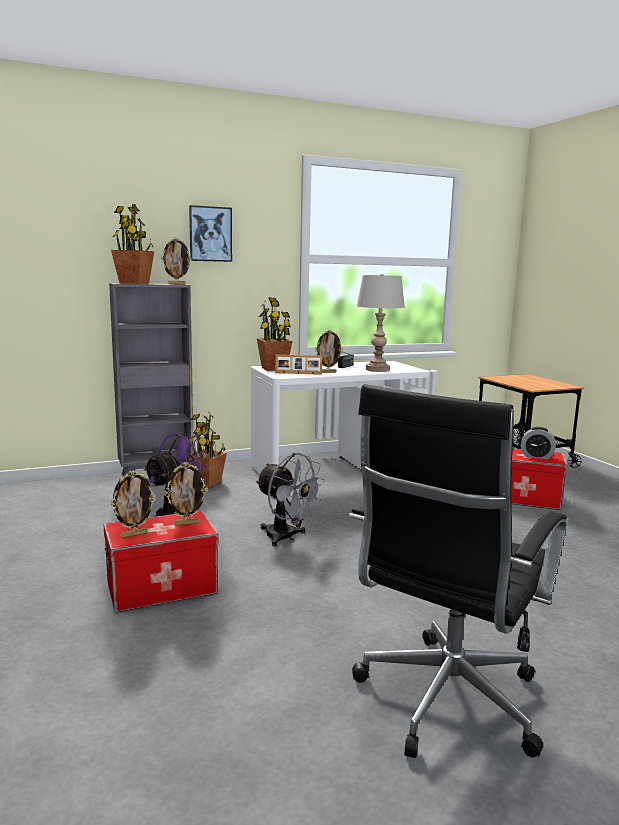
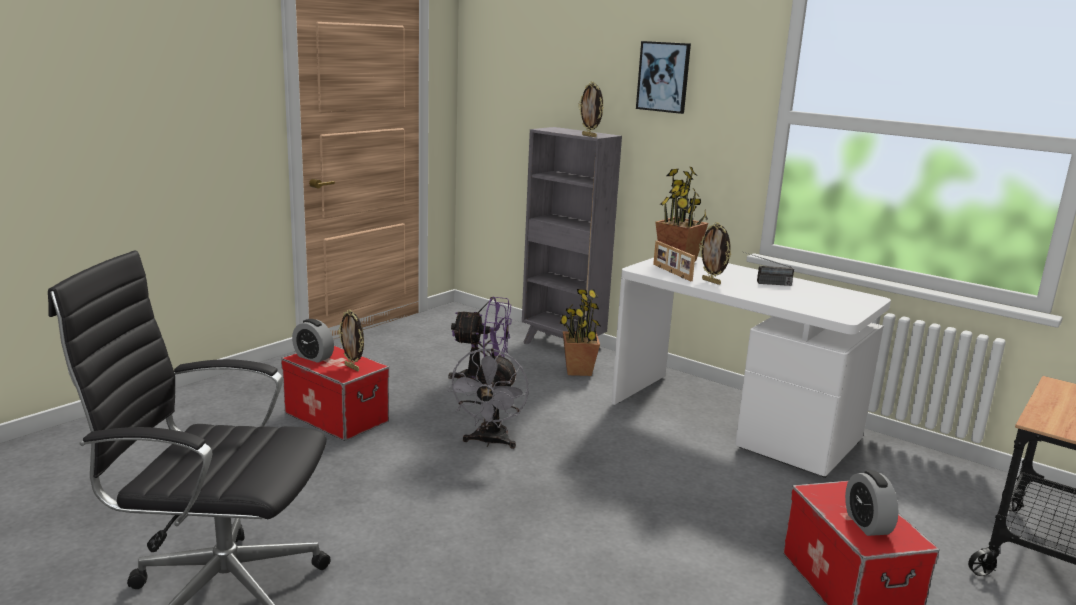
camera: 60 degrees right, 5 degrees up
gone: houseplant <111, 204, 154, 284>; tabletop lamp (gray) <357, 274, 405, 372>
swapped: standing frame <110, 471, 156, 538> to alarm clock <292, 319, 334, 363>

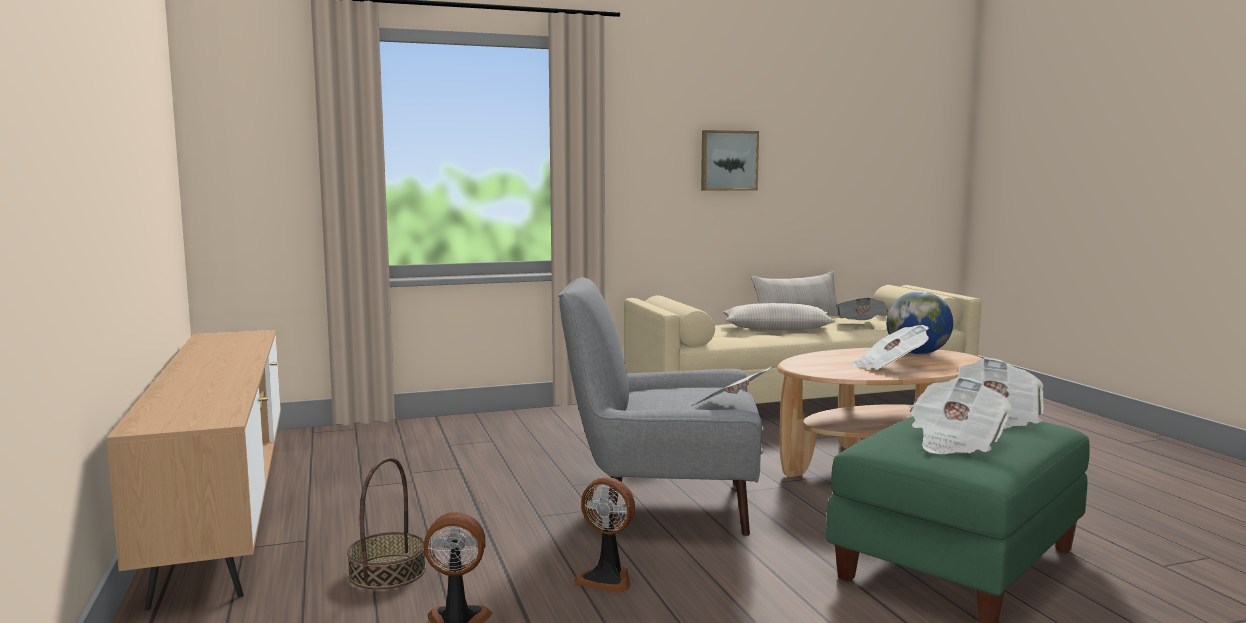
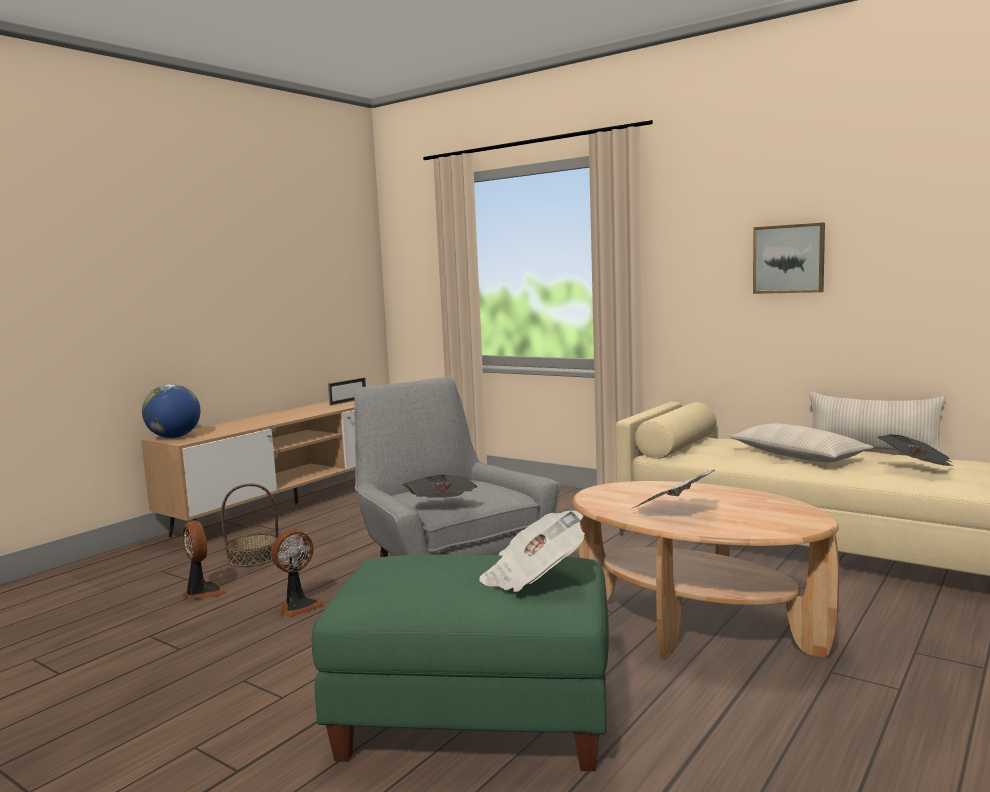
camera: 55 degrees right, 0 degrees up
gone: newspaper <910, 377, 1013, 454>
new: standing frame <328, 377, 366, 406>
shifted: desk globe <886, 291, 953, 354> to <142, 384, 201, 438>
rotated: electric fan <573, 477, 635, 593> = <271, 529, 325, 618> 120 degrees counterclockwise

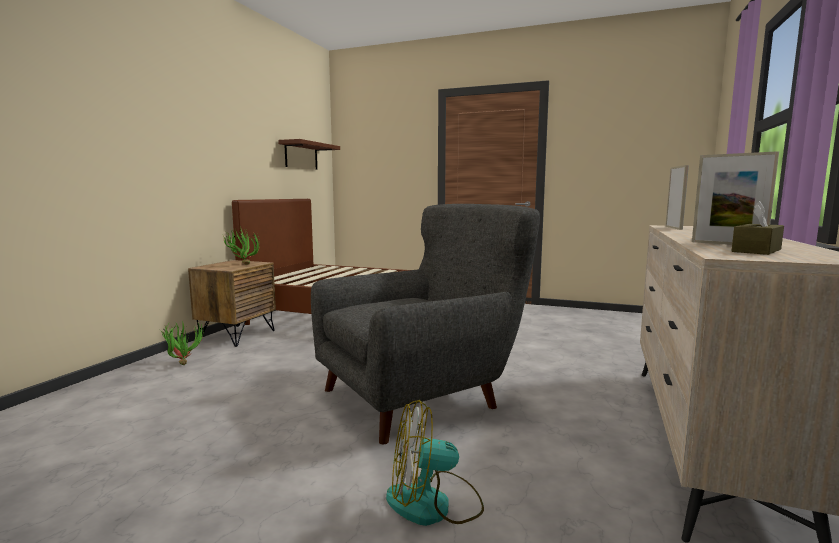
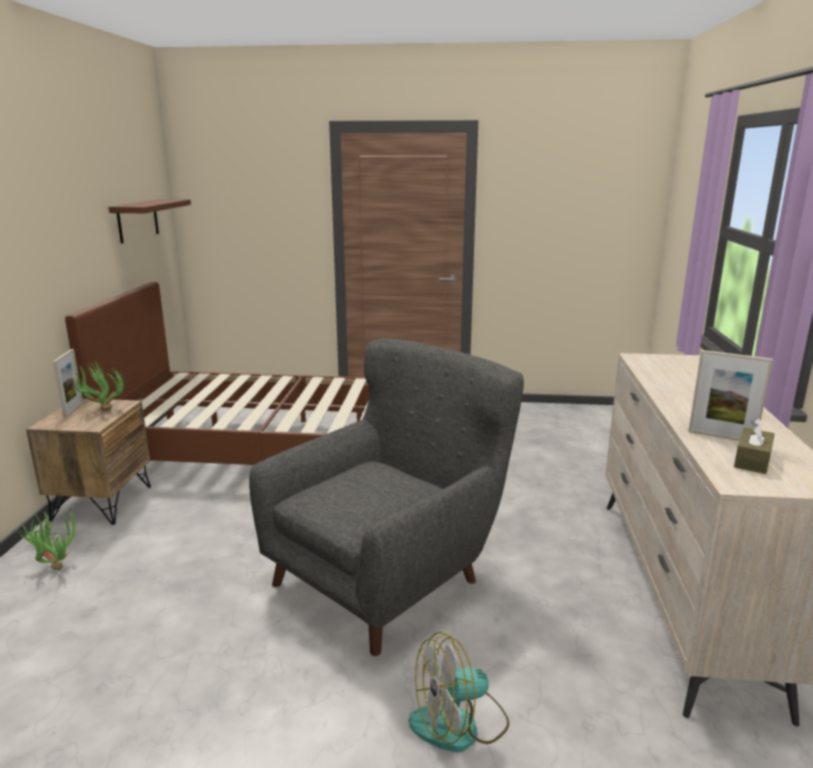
camera: 15 degrees left, 10 degrees up
shifted: standing frame <665, 165, 689, 230> to <53, 349, 83, 418>

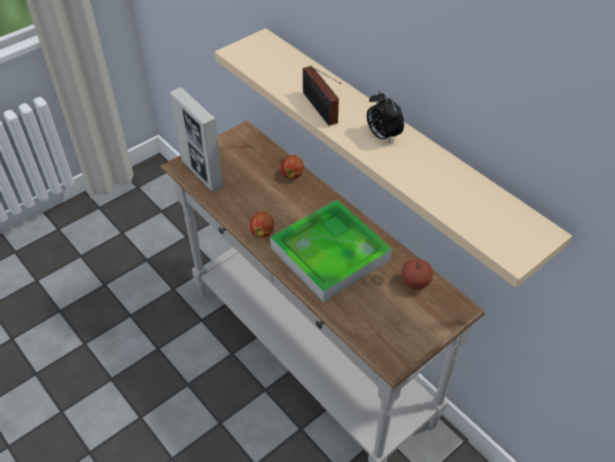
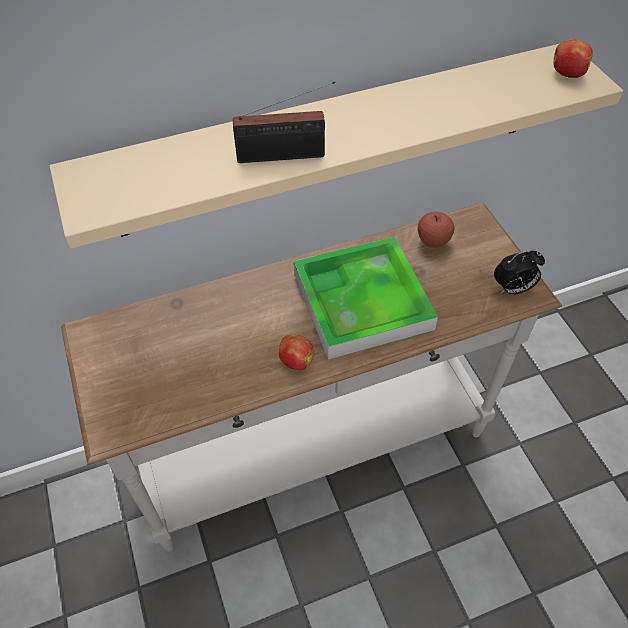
camera: 70 degrees left, 5 degrees up
gone: standing frame <170, 87, 224, 192>
shifted: whole apple <281, 155, 304, 179> to <554, 39, 593, 78>; alarm clock <367, 90, 404, 143> to <494, 250, 545, 295>

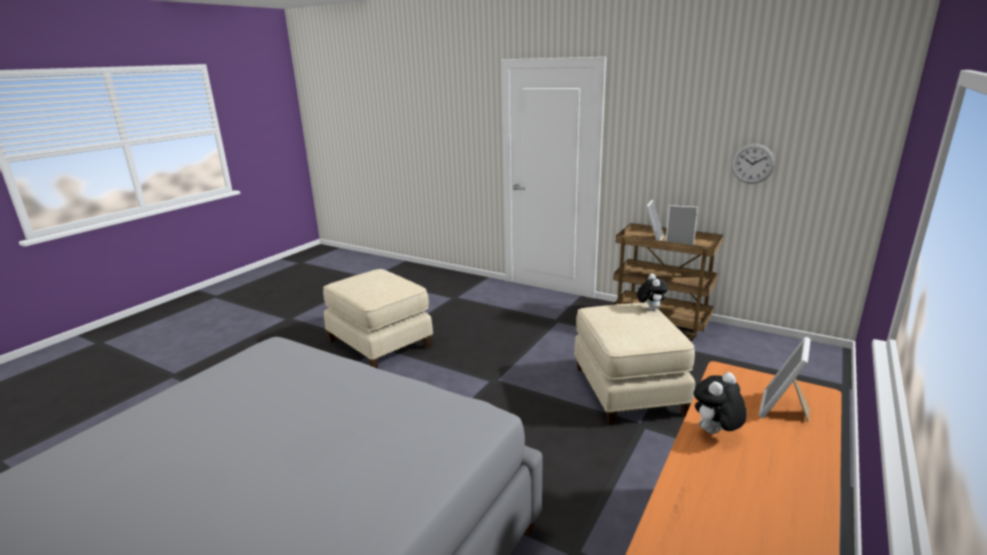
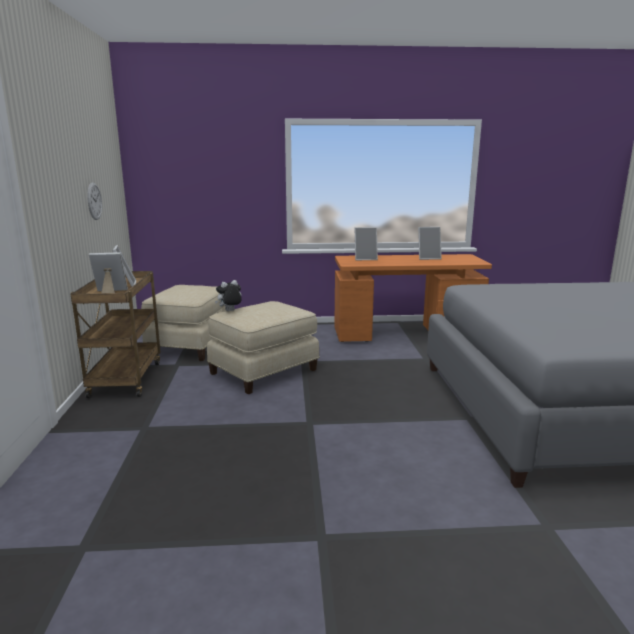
camera: 125 degrees left, 5 degrees down
gone: cuddly toy <694, 372, 747, 434>
new: standing frame <418, 227, 442, 260>
shifted: footrest (beige-coloured) <323, 269, 433, 369> to <141, 285, 226, 361>

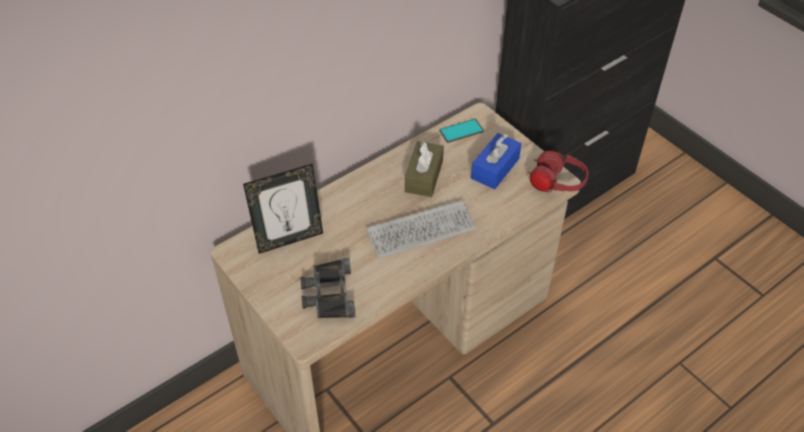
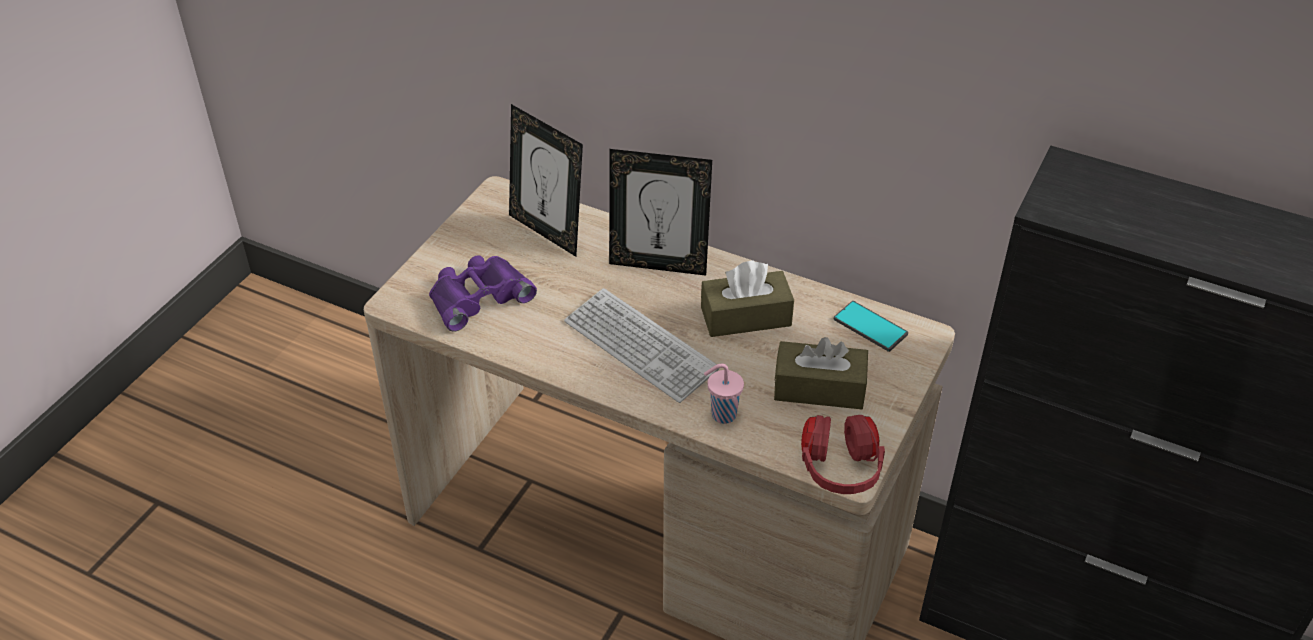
camera: 65 degrees right, 5 degrees down
new: standing frame <609, 149, 712, 276>; small cup (pink-coloured) <704, 364, 744, 424>
repainted: pair of binoculars (blackish) <300, 258, 355, 318> to pair of binoculars (purplish) <429, 255, 537, 332>; box of tissues (bluish) <471, 133, 521, 189> to box of tissues (brown-coloured) <774, 337, 868, 409>

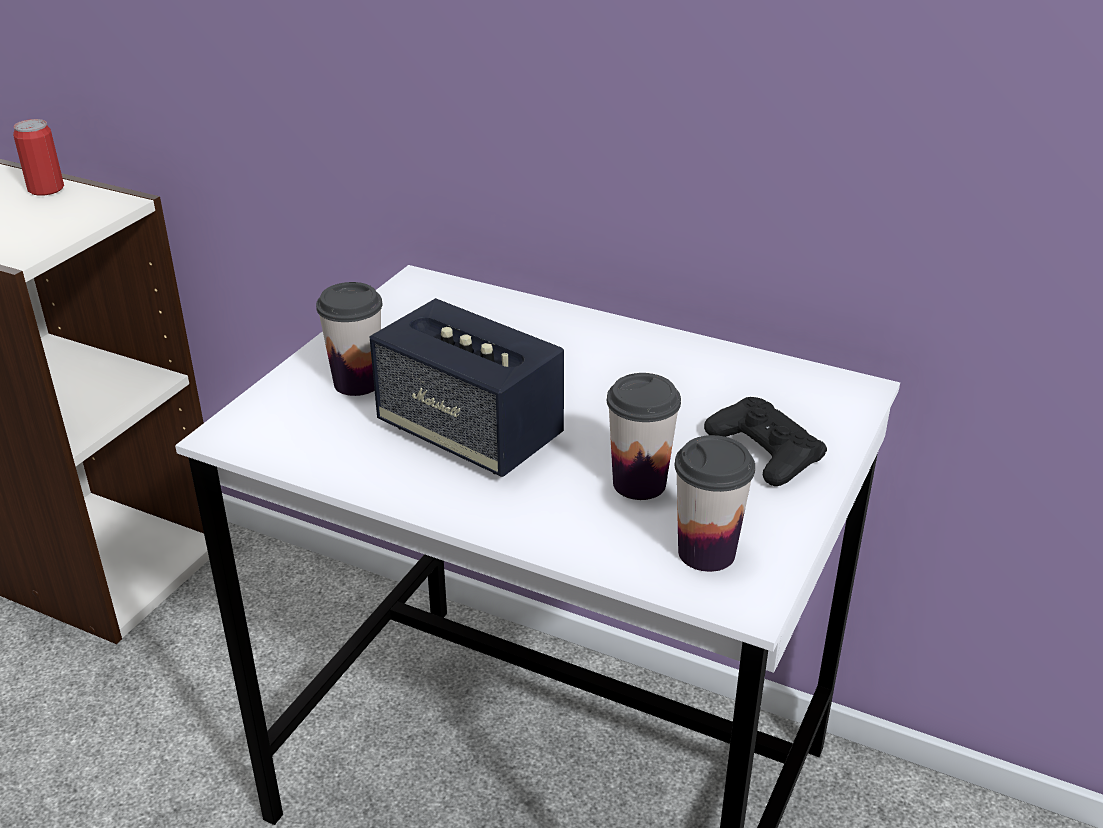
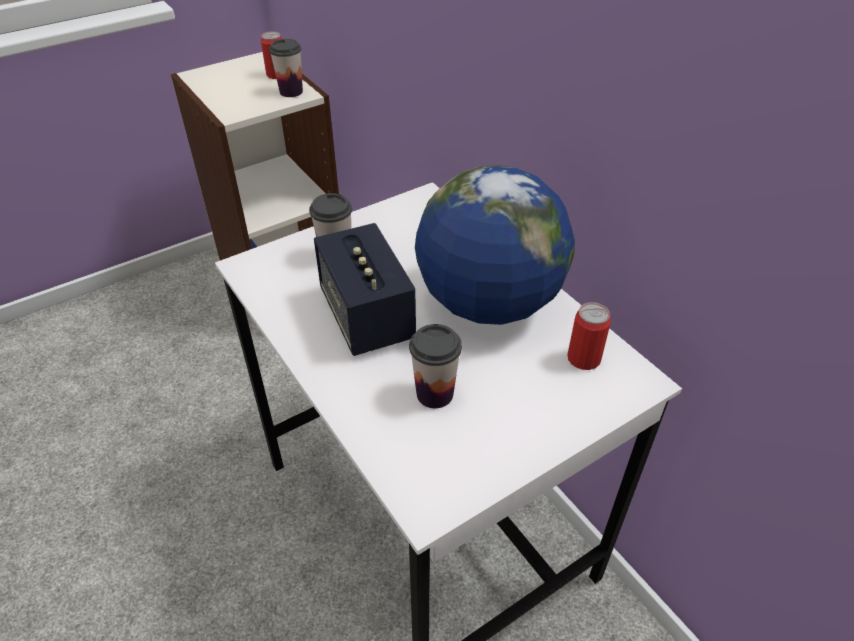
camera: 30 degrees right, 10 degrees up
gone: game controller (blackish) <704, 397, 827, 486>
new: desk globe <415, 165, 575, 325>; metal can <567, 302, 611, 370>
shifted: small cup <674, 435, 755, 572> to <269, 39, 303, 97>

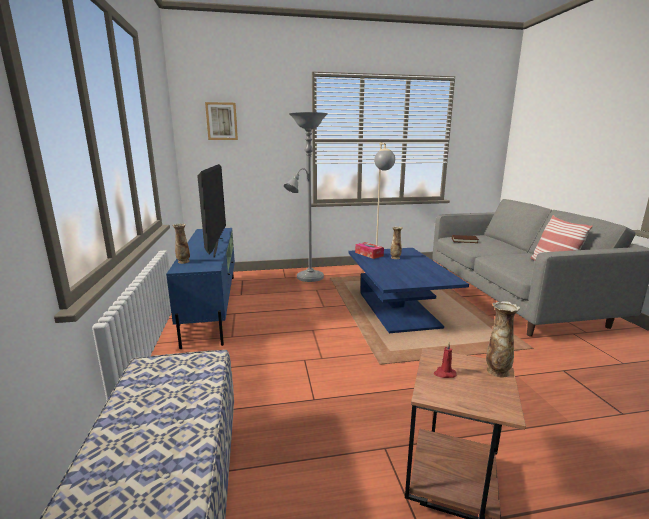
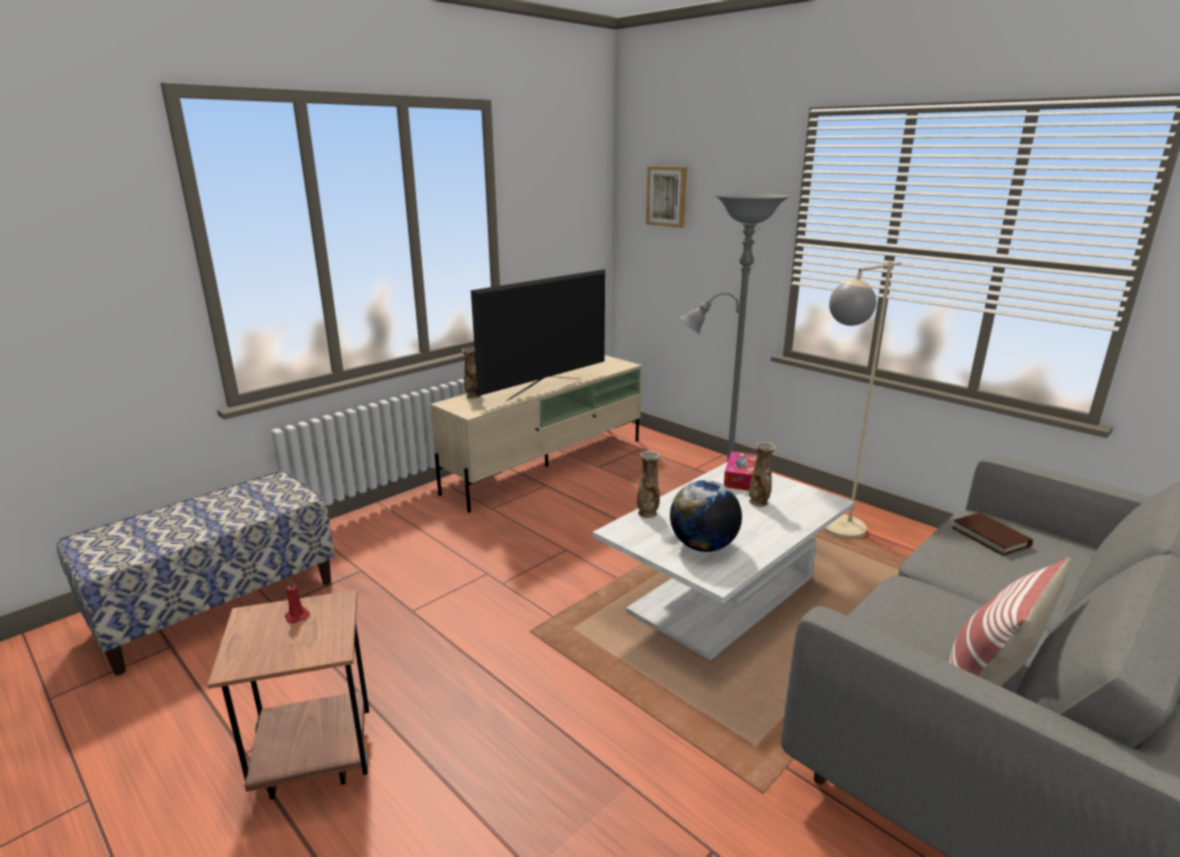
camera: 55 degrees right, 5 degrees up
new: desk globe <670, 480, 742, 552>
shifted: flower vase <486, 301, 520, 377> to <637, 451, 661, 518>
repainted: tv stand (bluish) <166, 228, 235, 349> to tv stand (beige-coloured) <430, 355, 642, 513>; lounge table (bluish) <348, 248, 469, 333> to lounge table (whitish) <593, 462, 854, 660>

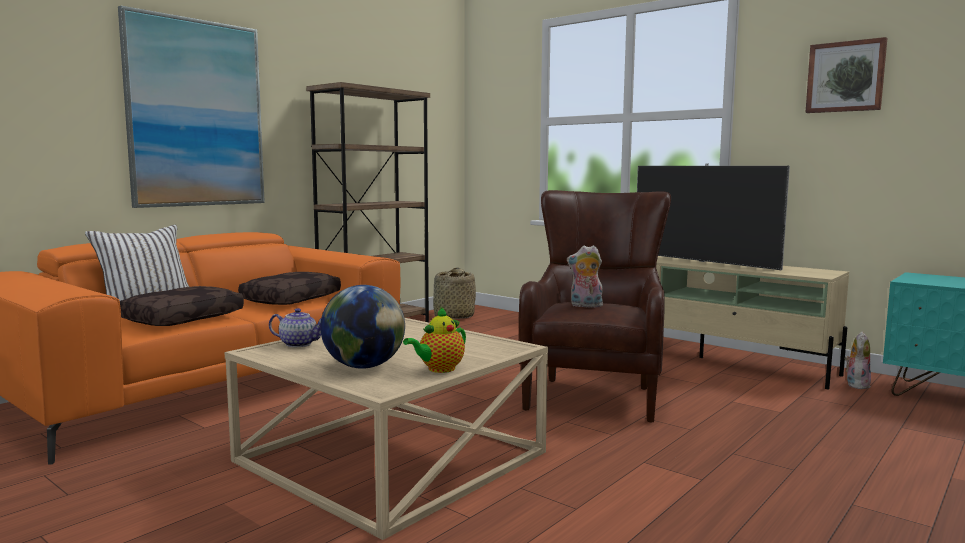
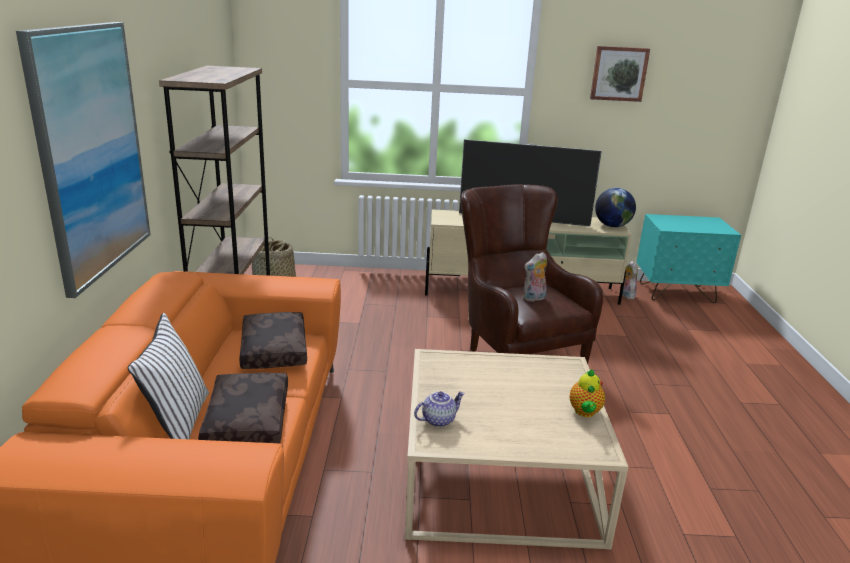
camera: 40 degrees left, 15 degrees up
shifted: desk globe <320, 285, 405, 369> to <595, 188, 636, 227>

